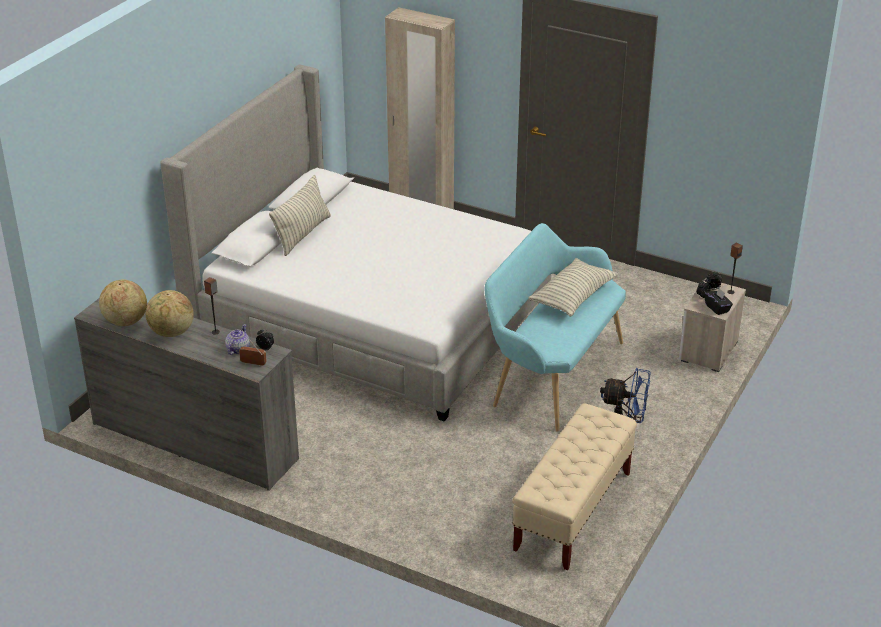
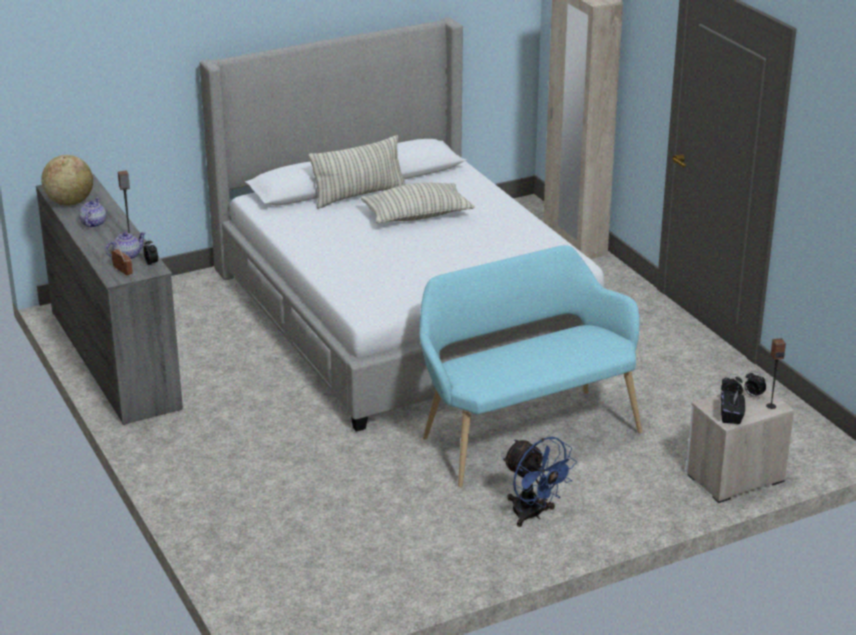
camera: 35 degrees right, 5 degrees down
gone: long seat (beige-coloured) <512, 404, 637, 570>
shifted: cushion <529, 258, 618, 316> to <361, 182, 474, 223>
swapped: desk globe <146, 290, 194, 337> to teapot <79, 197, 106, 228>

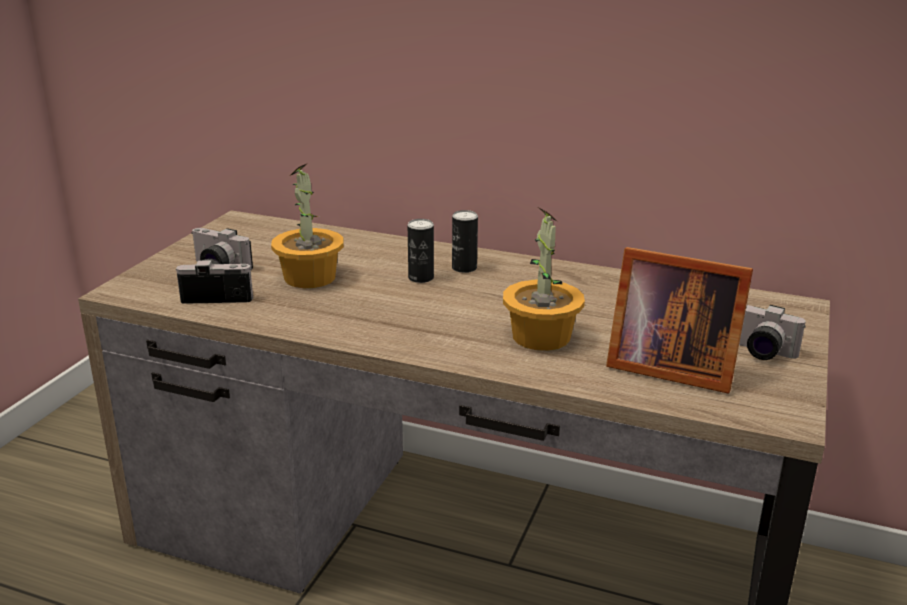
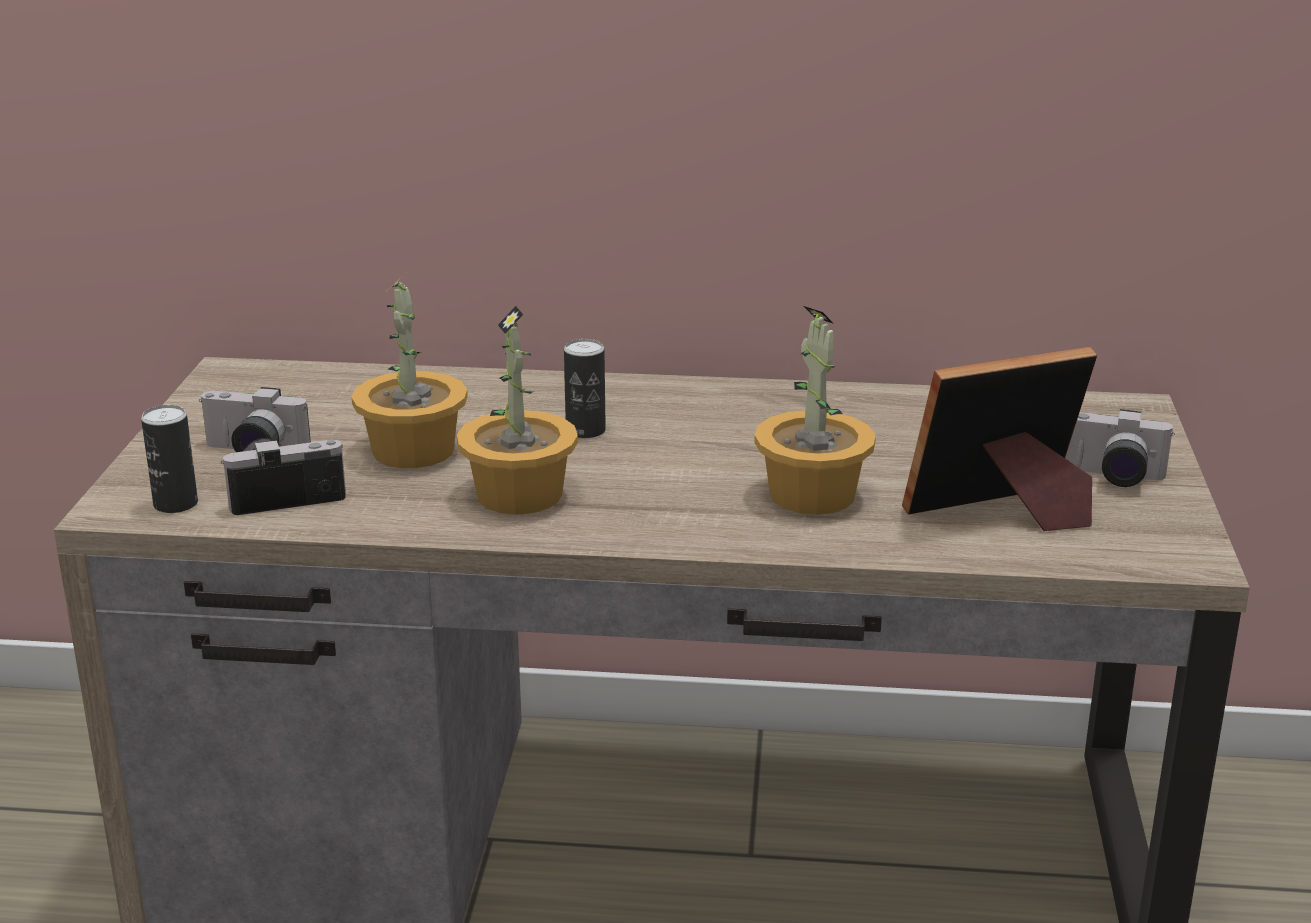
camera: 15 degrees left, 0 degrees up
new: houseplant <457, 306, 578, 515>
shifted: metal can <452, 210, 478, 273> to <141, 405, 198, 513>
rotated: standing frame <606, 247, 753, 394> = <902, 347, 1097, 531> 150 degrees clockwise

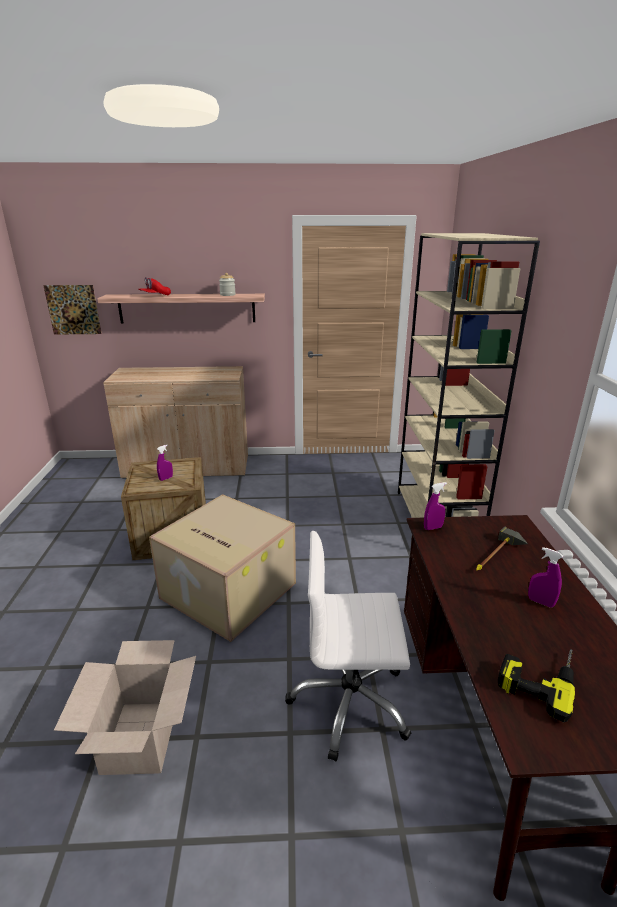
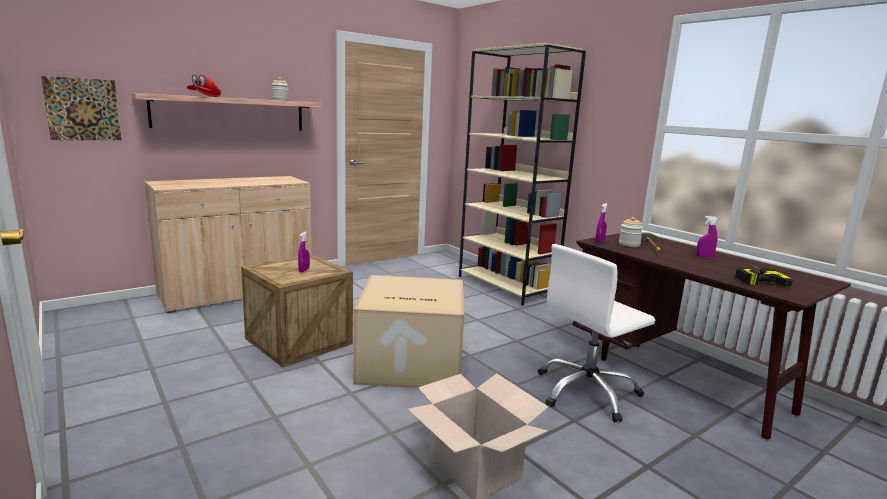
camera: 35 degrees left, 10 degrees down
new: jar <619, 217, 643, 247>

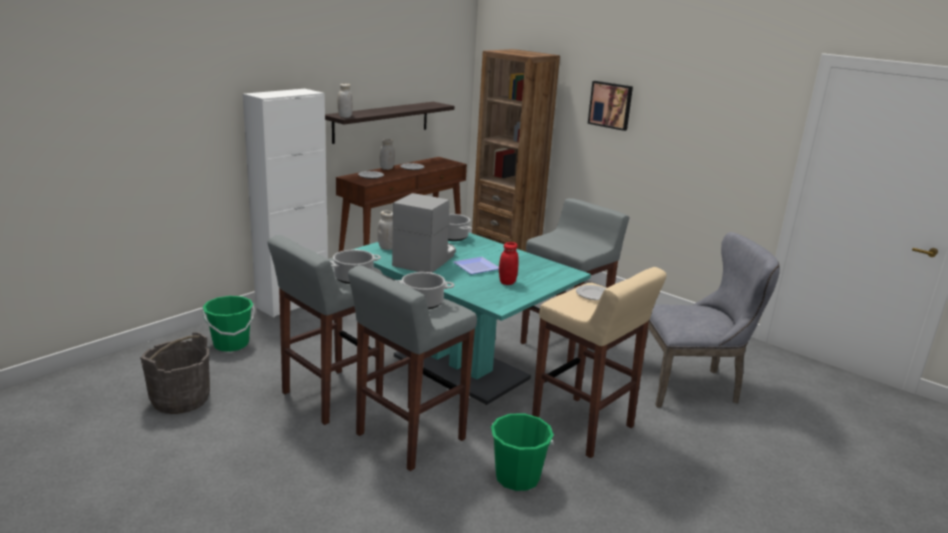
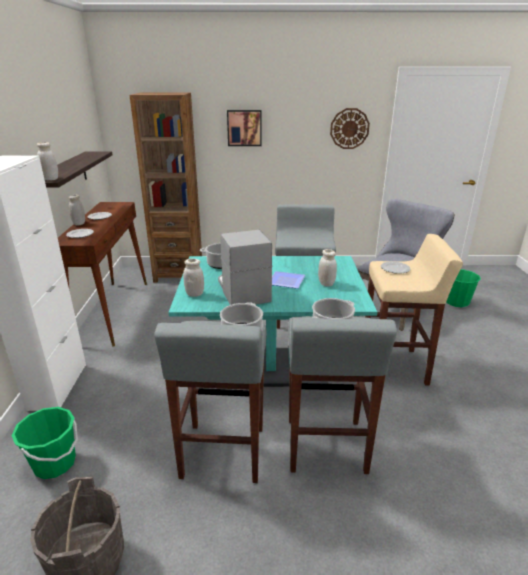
camera: 40 degrees left, 5 degrees up
new: hanging clock <330, 108, 370, 149>
shifted: bucket (green) <491, 413, 554, 491> to <446, 269, 481, 308>
repainted: jar (red) <499, 242, 519, 285> to jar (whitish) <318, 249, 337, 287>

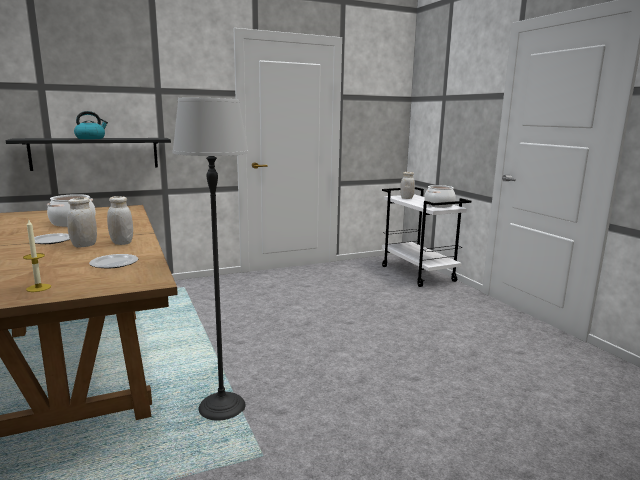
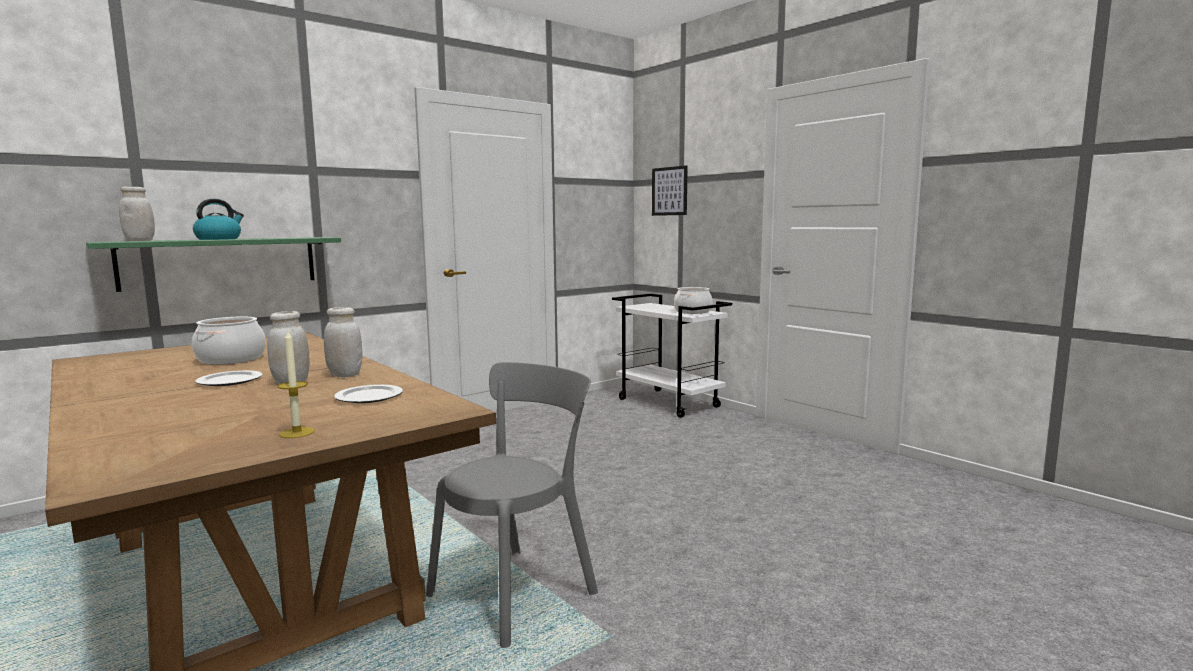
camera: 15 degrees left, 5 degrees down
new: picture <652, 165, 688, 216>
shifted: jar (whitish) <400, 172, 415, 199> to <119, 186, 155, 241>
swapped: standing lamp <172, 98, 249, 421> to upright chair (gray) <426, 362, 598, 648>
repainted: bracket shelf (blackish) <6, 138, 171, 171> to bracket shelf (green) <86, 237, 341, 292>

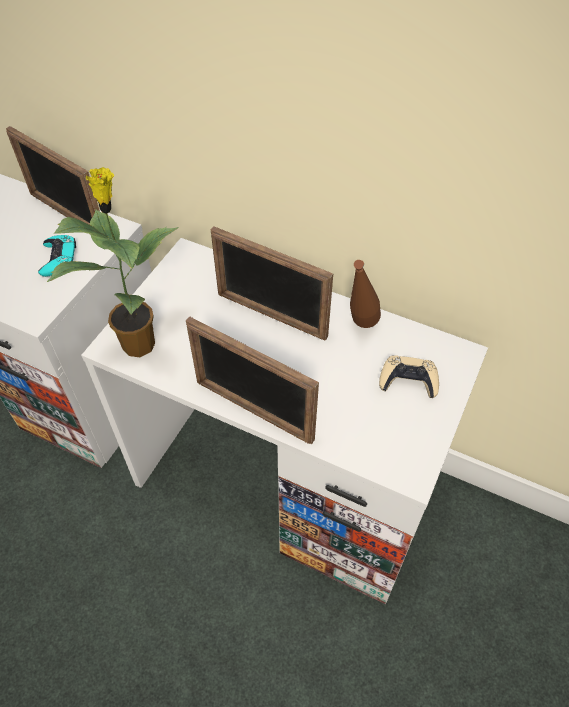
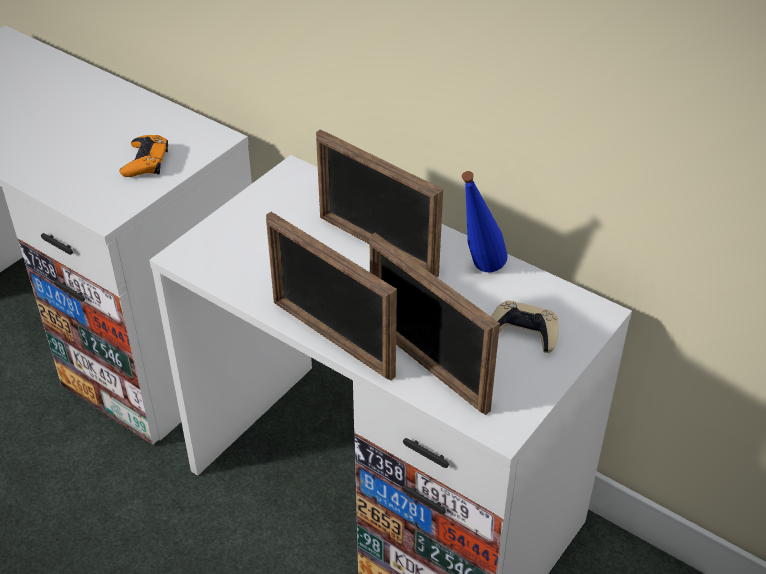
camera: 10 degrees right, 10 degrees down
gone: houseplant <47, 167, 179, 357>
shifted: standing frame <6, 126, 100, 225> to <370, 233, 500, 415>
repainted: game controller (blue-green) <38, 235, 76, 277> to game controller (orangey) <119, 135, 168, 177>; drink bottle (brown-coloured) <350, 260, 381, 328> to drink bottle (bluish) <462, 171, 508, 272>

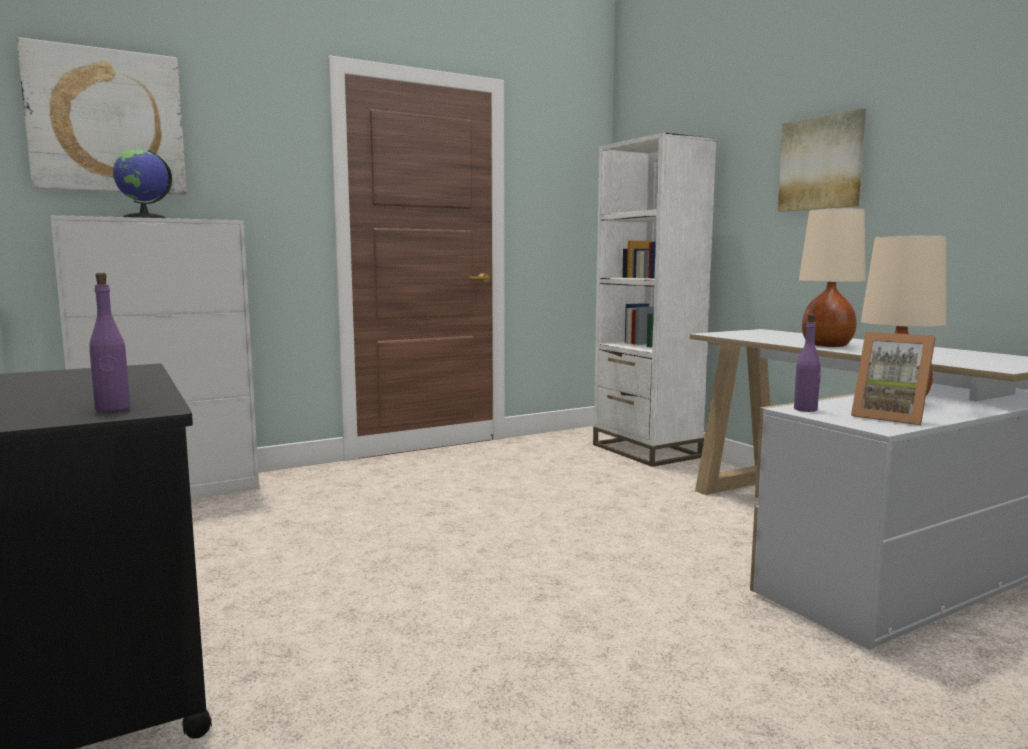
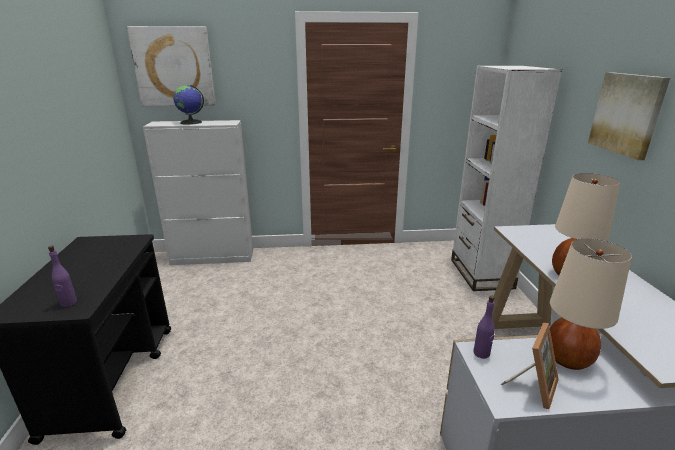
camera: 25 degrees right, 15 degrees up
rotated: standing frame <851, 332, 936, 425> = <501, 323, 559, 409> 120 degrees counterclockwise

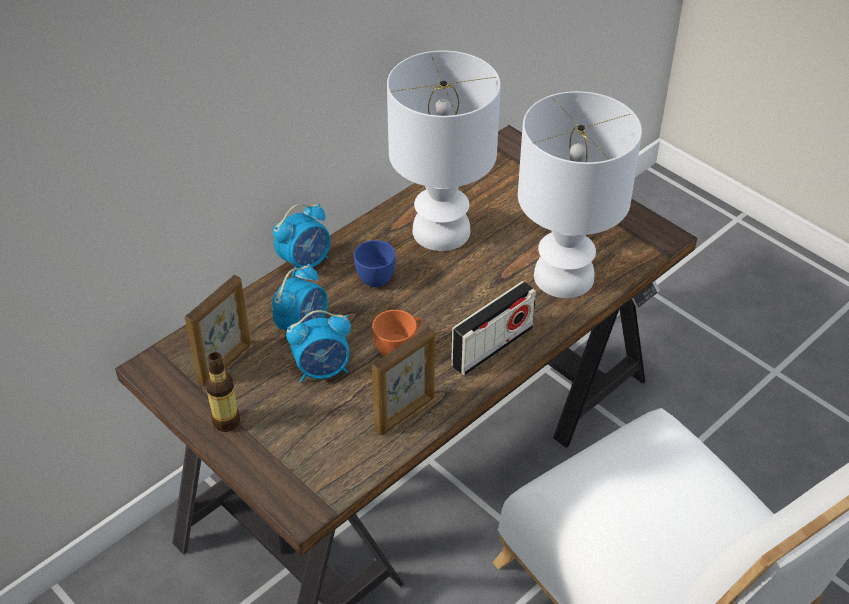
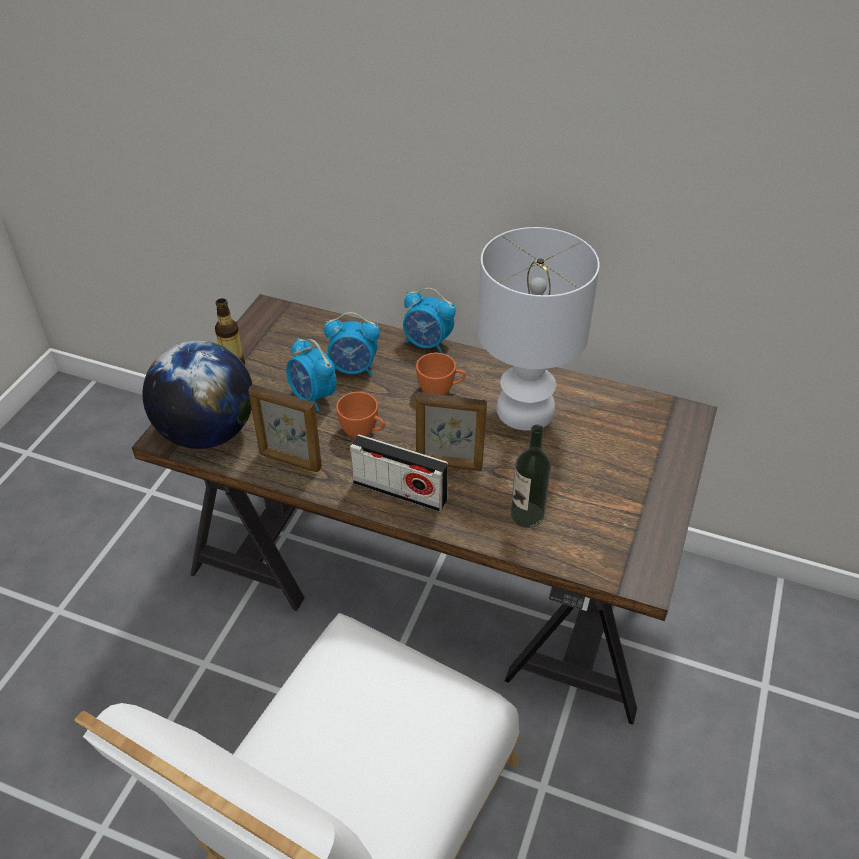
camera: 65 degrees right, 0 degrees up
new: desk globe <142, 340, 252, 449>
shifted: standing frame <185, 275, 251, 386> to <416, 392, 487, 471>
swapped: tabletop lamp (whitish) <518, 91, 642, 298> to drink bottle <511, 425, 551, 528>
repainted: small cup (bluish) <354, 240, 396, 287> to small cup (orangey) <416, 353, 466, 395>

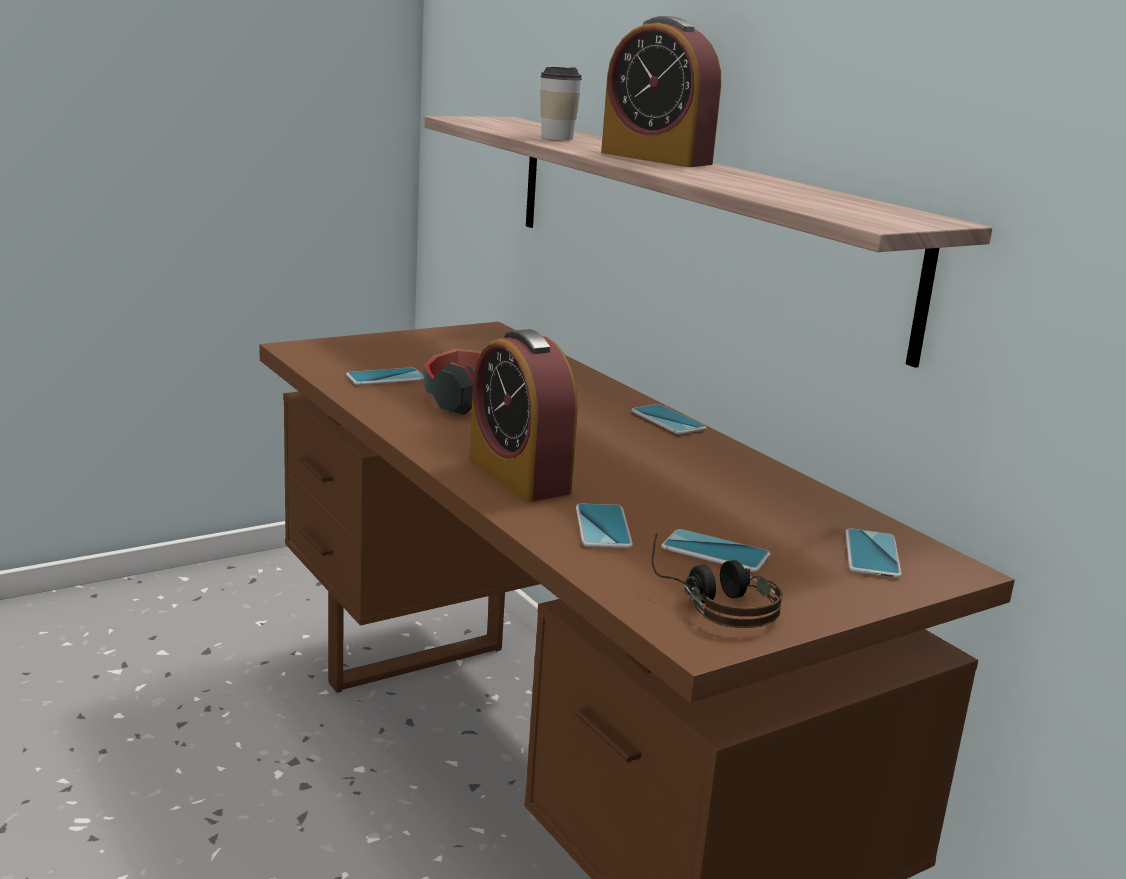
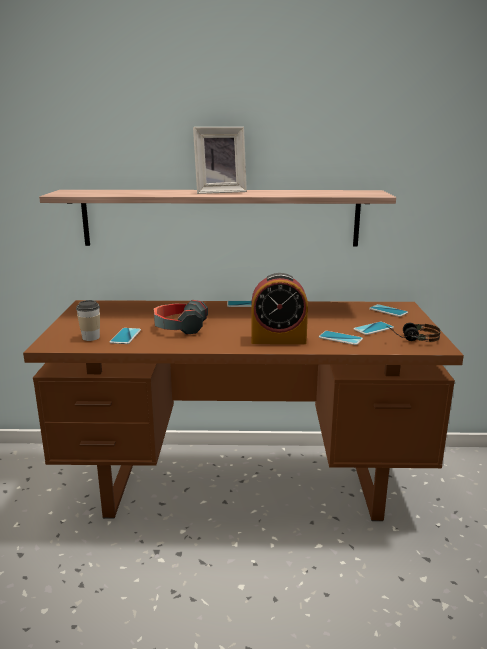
camera: 55 degrees left, 0 degrees up
shifted: small cup <540, 67, 582, 140> to <76, 300, 100, 341>
swapped: alarm clock <601, 16, 721, 167> to standing frame <193, 127, 247, 194>

